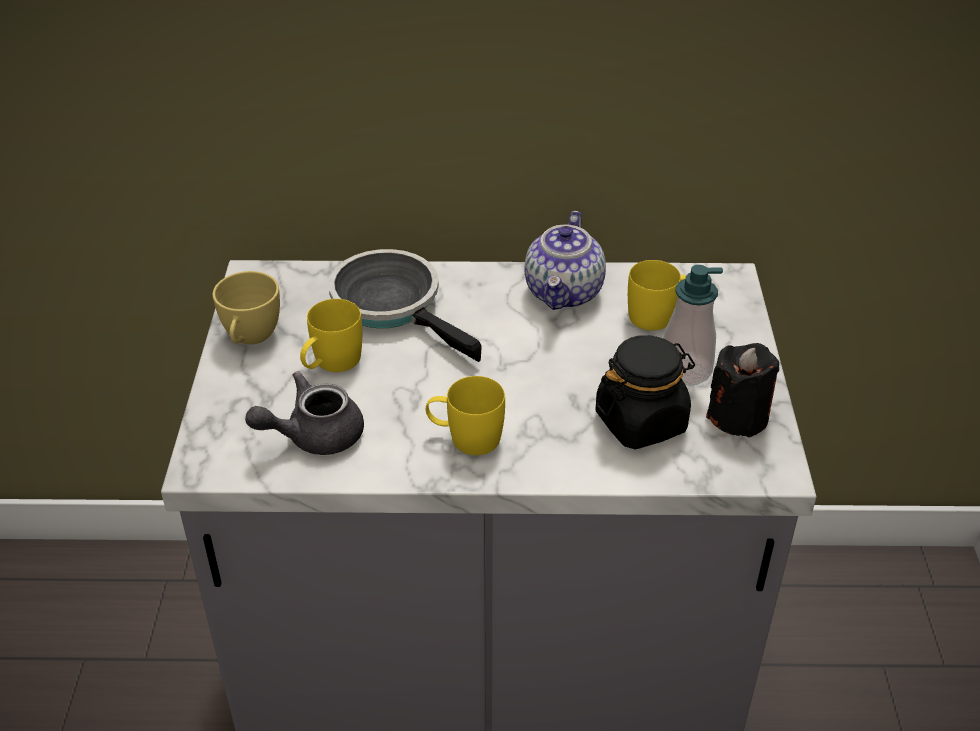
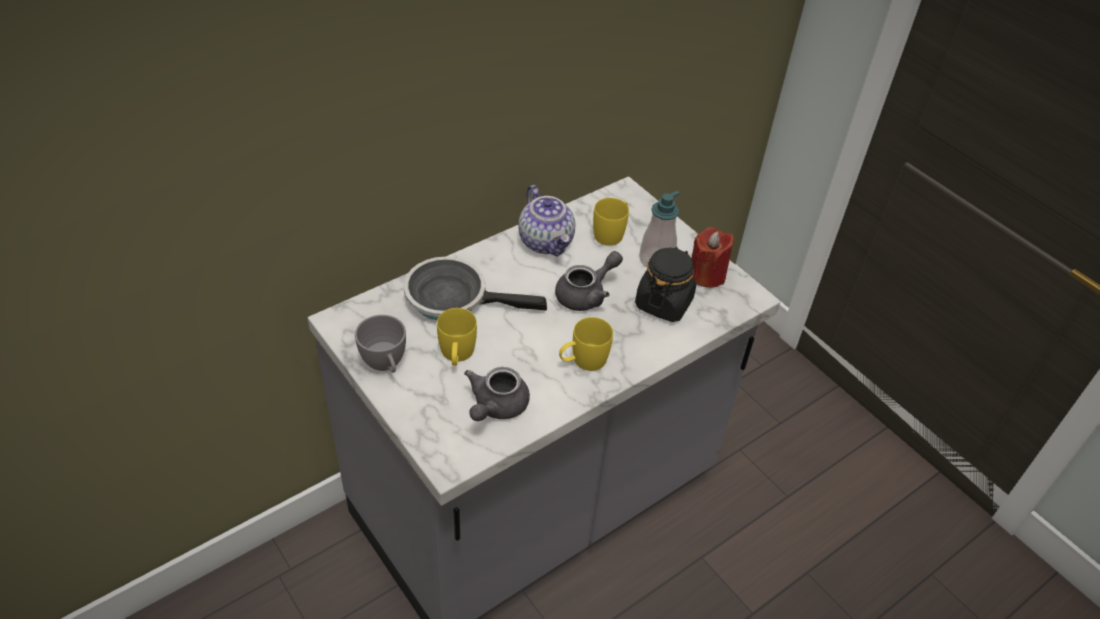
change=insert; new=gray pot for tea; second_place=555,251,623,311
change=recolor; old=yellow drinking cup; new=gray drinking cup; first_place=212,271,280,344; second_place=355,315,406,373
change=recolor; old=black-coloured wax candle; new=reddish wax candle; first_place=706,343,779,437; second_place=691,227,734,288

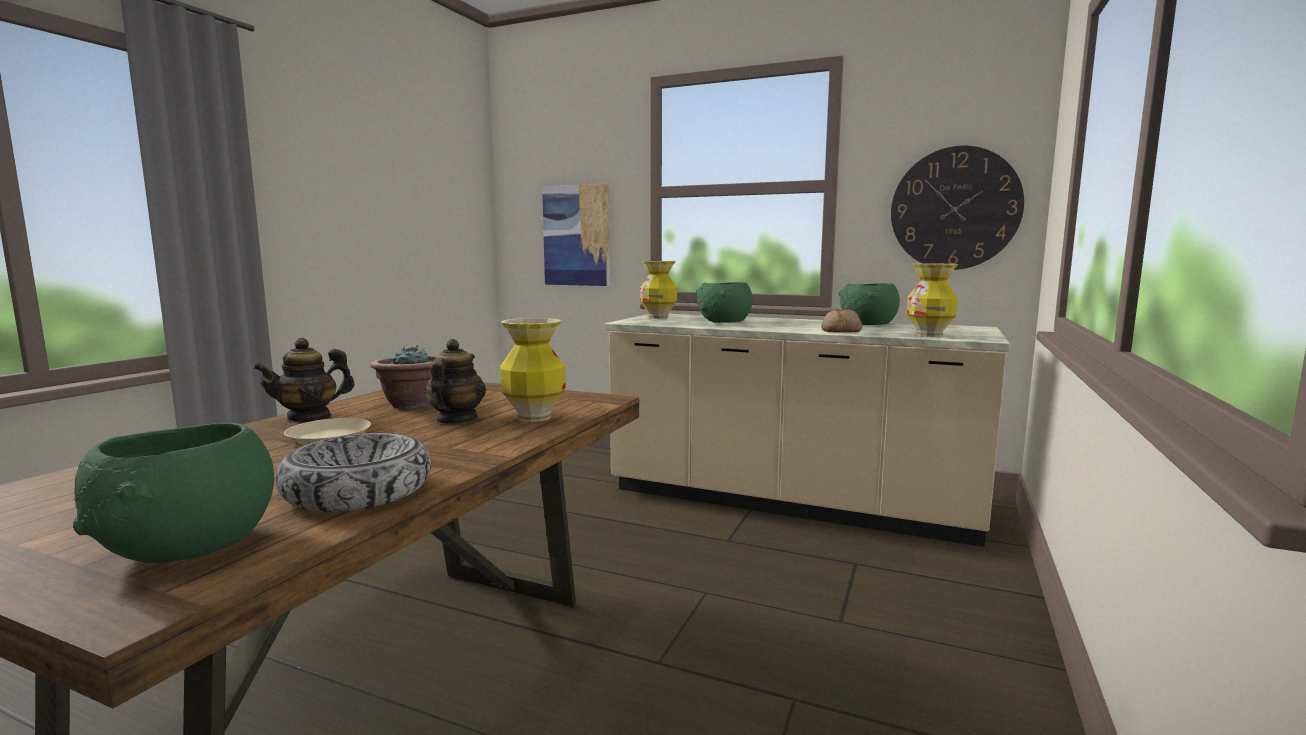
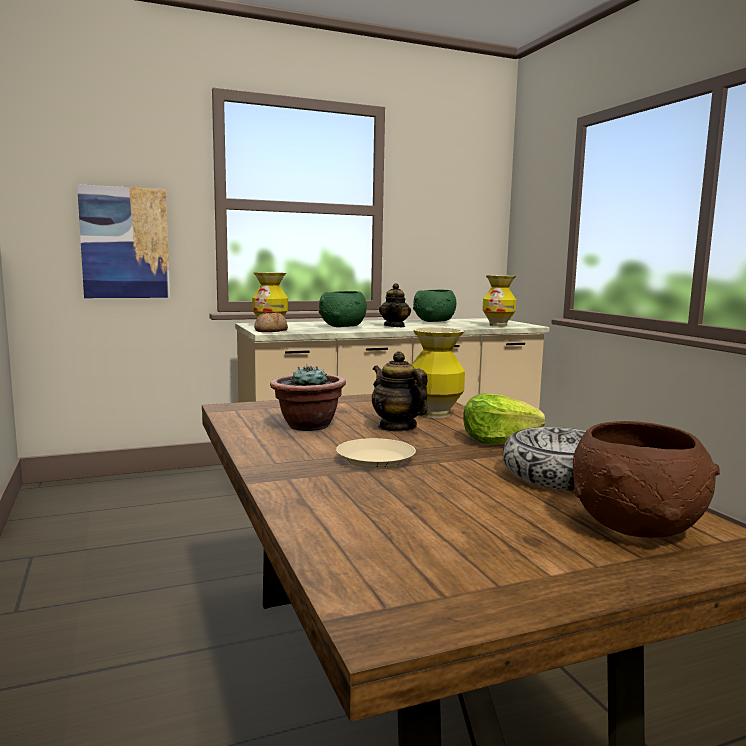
change=delete; old=hanging clock; first_place=891,145,1024,270
change=insert; new=lettuce head; second_place=463,393,545,445
change=move; old=pot for tea; first_place=253,338,355,423; second_place=379,283,411,327
change=move; old=baked bread; first_place=821,309,862,332; second_place=254,312,288,332
change=recolor; old=green bowl; new=brownish bowl; first_place=73,423,274,563; second_place=573,421,720,538

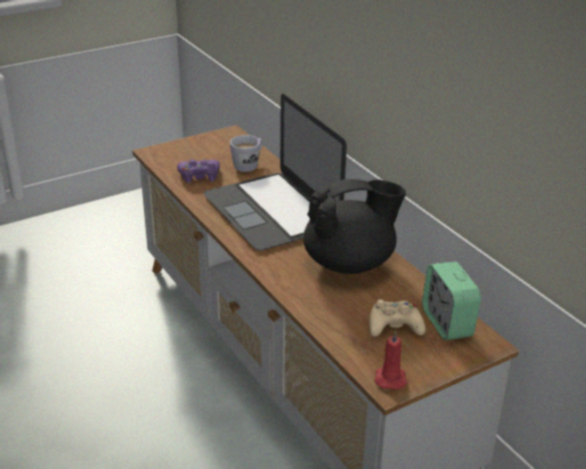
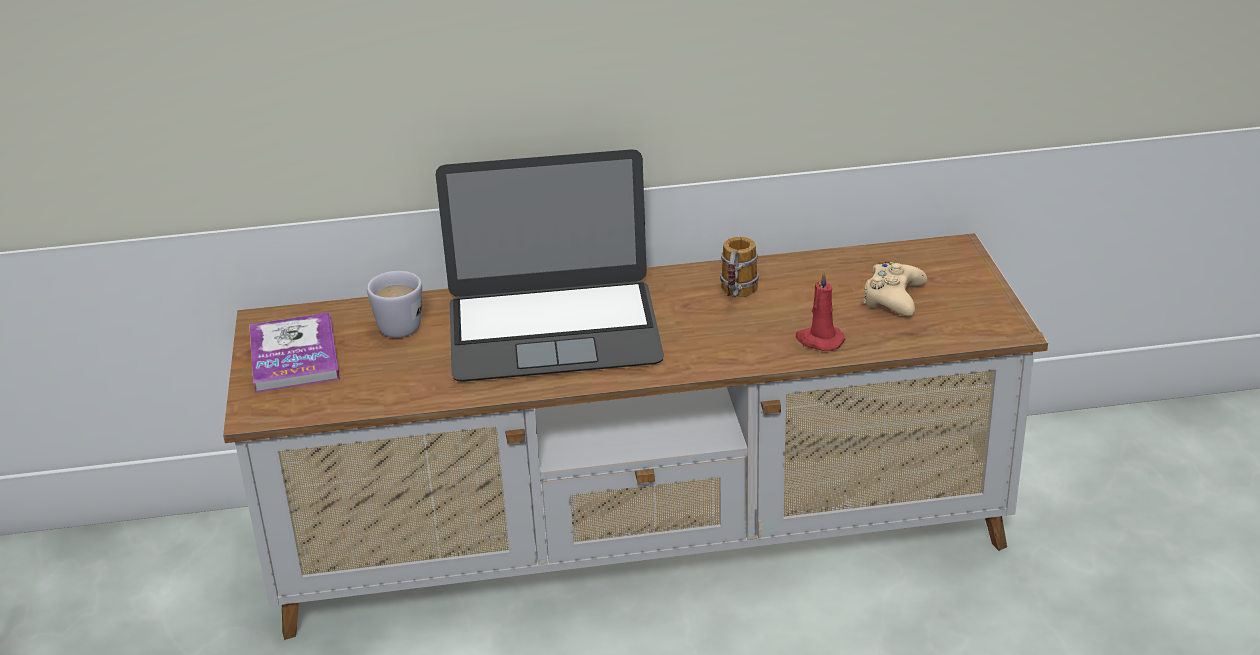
change=delete; old=purple gamepad; first_place=177,159,220,183
change=delete; old=bedside clock; first_place=422,261,481,340
change=insert; new=bound book; second_place=249,312,340,393
change=move; old=reddish wax candle; first_place=374,329,407,390; second_place=796,270,845,351
change=replace; old=black-coloured pot for tea; new=tea mug; first_place=303,179,406,274; second_place=720,237,759,297

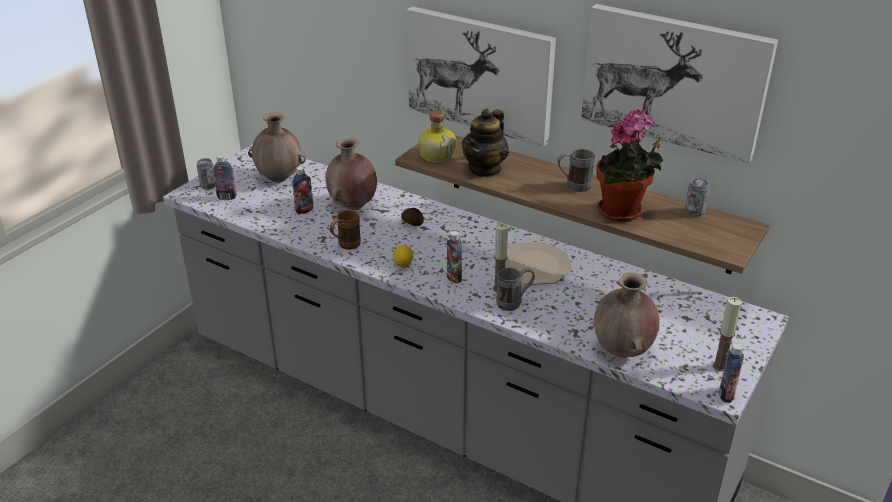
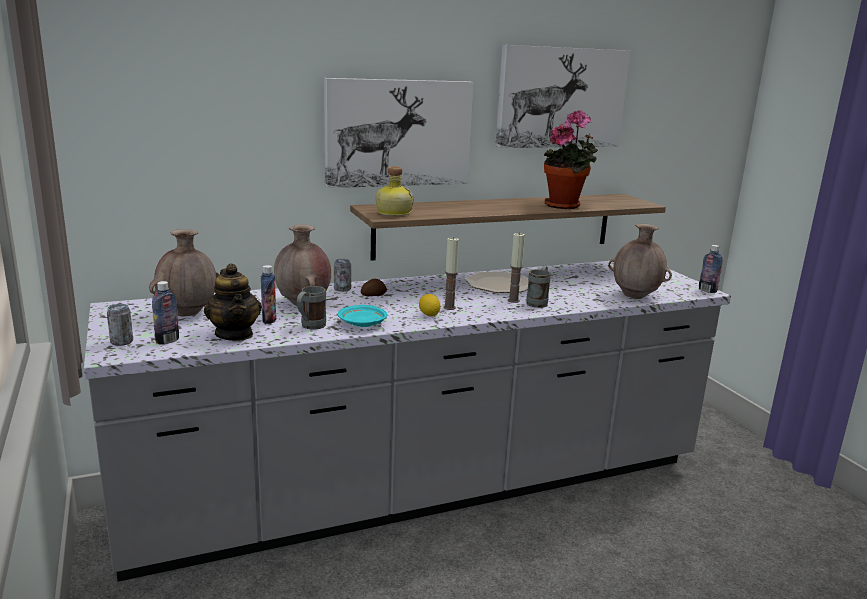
change=delete; old=drink bottle; first_place=447,231,462,284
change=move; old=pot for tea; first_place=462,108,509,177; second_place=204,263,262,341
change=move; old=gray tea mug; first_place=557,149,595,192; second_place=297,286,326,329
change=move; old=can; first_place=685,178,710,217; second_place=334,259,351,292
change=move; old=wax candle; first_place=712,297,742,371; second_place=443,237,459,310
change=replace; old=brownish tea mug; new=turquoise-coloured dinner plate; first_place=330,210,361,250; second_place=338,305,388,327

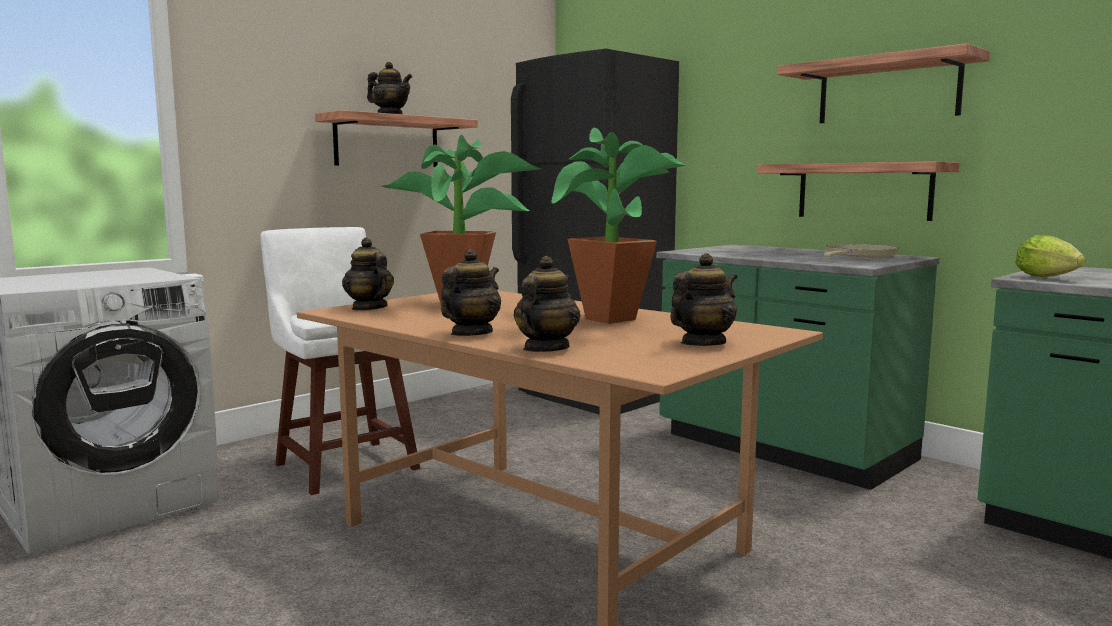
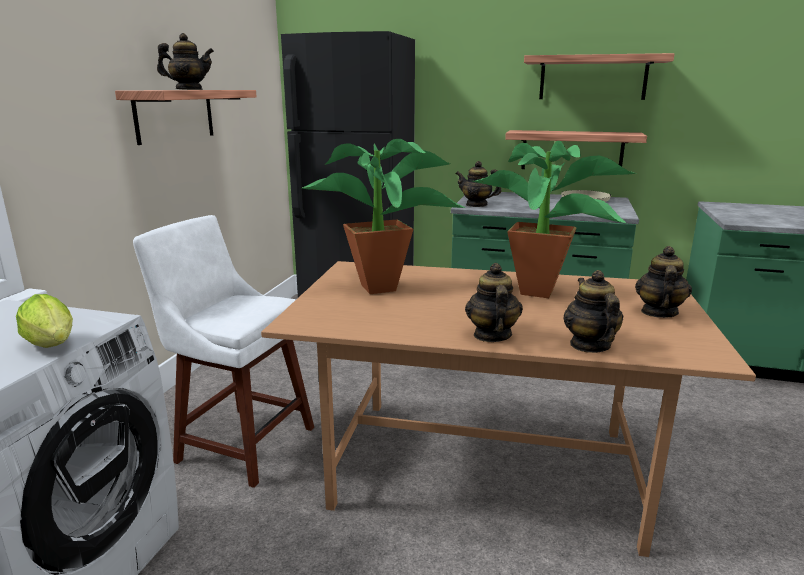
change=move; old=pot for tea; first_place=342,238,394,311; second_place=456,161,501,207
change=move; old=lettuce head; first_place=1015,235,1086,277; second_place=16,294,73,348

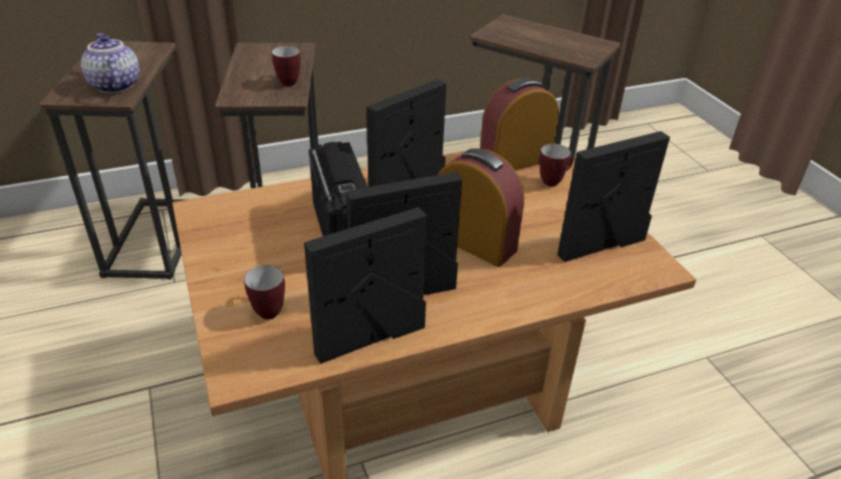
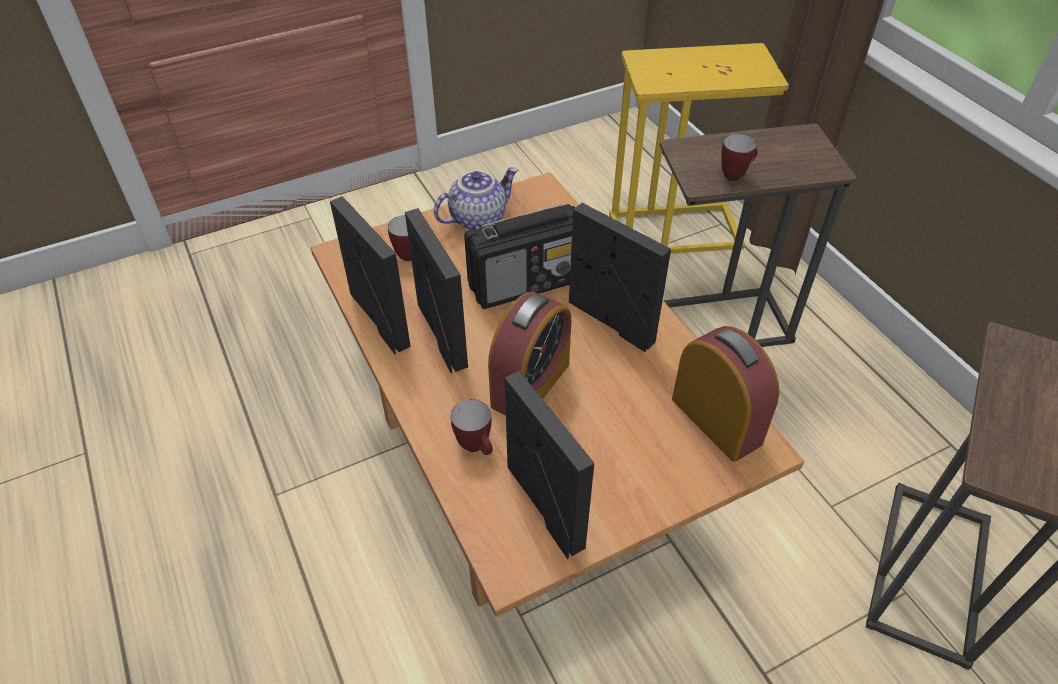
change=move; old=pot for tea; first_place=81,33,140,93; second_place=434,167,518,230
change=move; old=tea mug; first_place=539,144,573,187; second_place=451,399,493,455
change=recolor; old=brownish accent table; new=yellow accent table; first_place=40,41,188,279; second_place=609,43,789,254

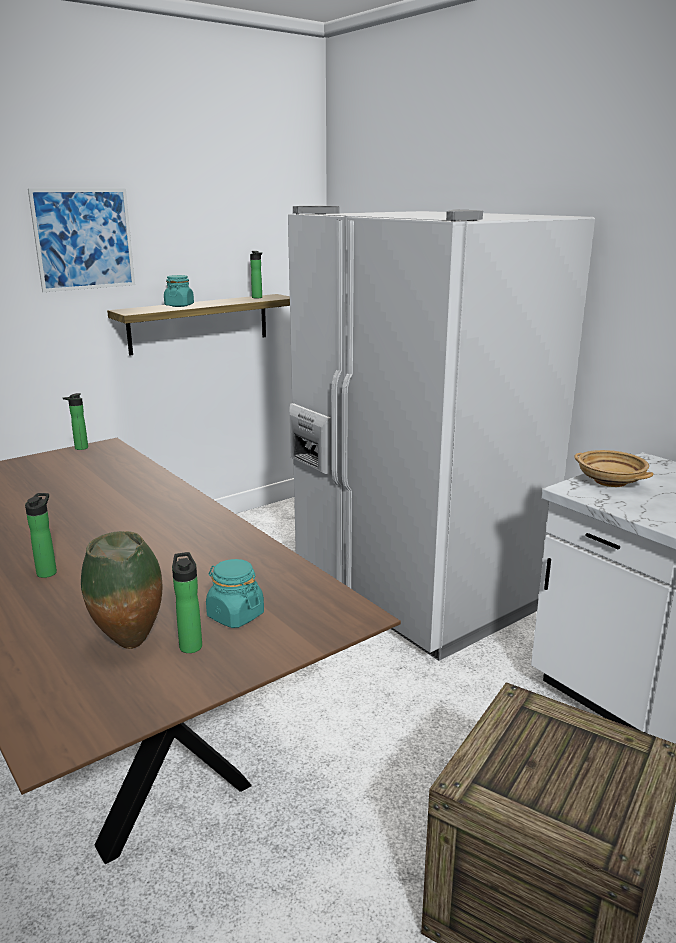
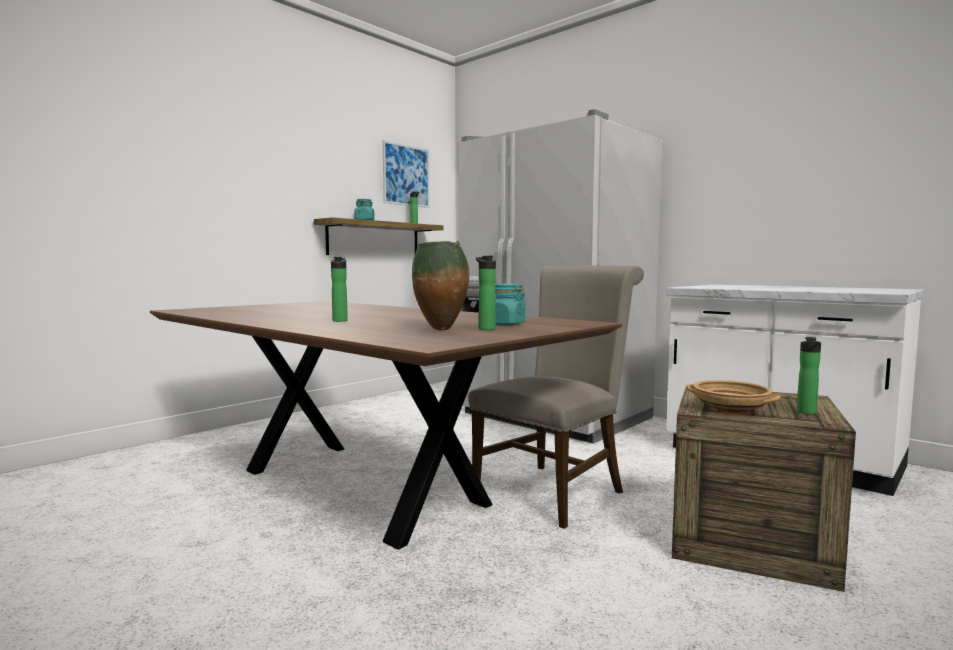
change=insert; new=beige-coloured chair; second_place=468,266,644,529
change=move; old=wall picture; first_place=28,188,135,292; second_place=383,140,429,208
change=move; old=drink bottle; first_place=63,393,88,450; second_place=797,337,821,414
change=move; old=beige-coloured bowl; first_place=574,450,653,487; second_place=687,380,781,415

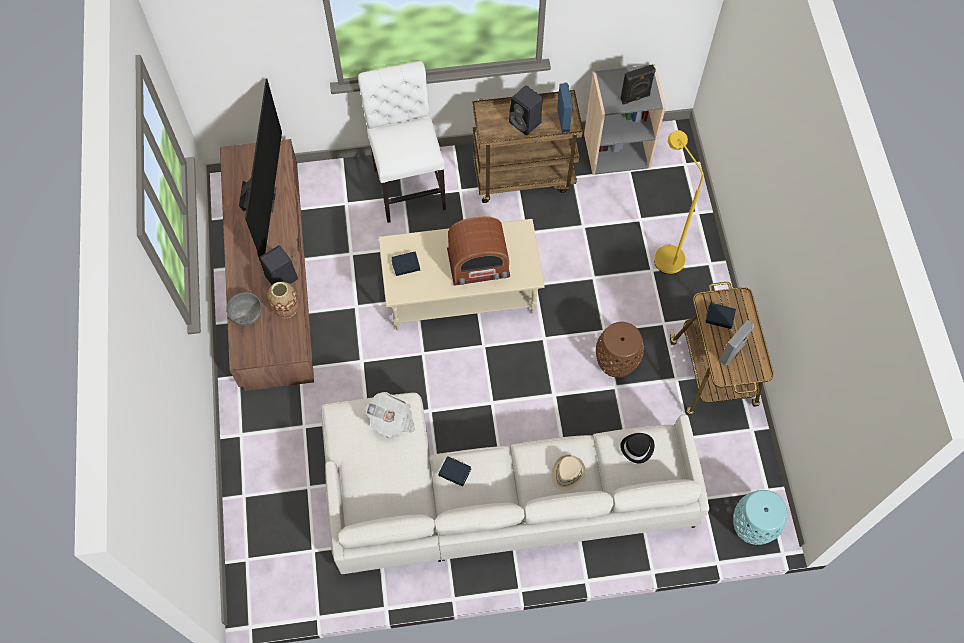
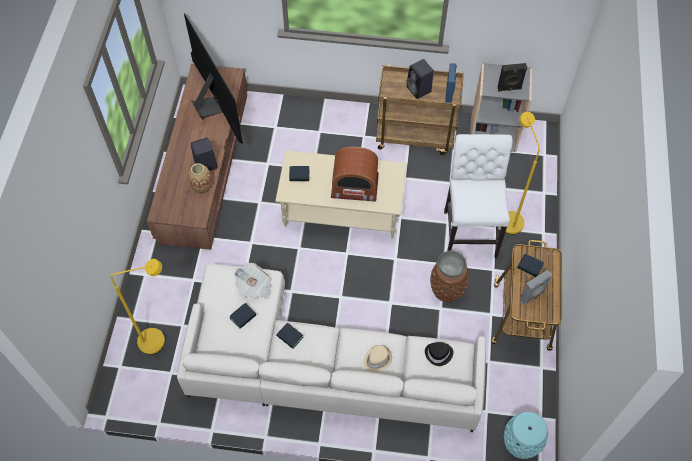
change=insert; new=yellow standing lamp; second_place=110,259,165,355
change=insert; new=bound book; second_place=230,303,256,329
change=move; old=gray bowl; first_place=226,292,262,326; second_place=438,250,467,277
change=move; old=white sitting stool; first_place=358,61,446,223; second_place=444,134,513,258
change=rotate; old=television; first_place=239,79,282,262; second_place=184,13,243,144; degrees=-45

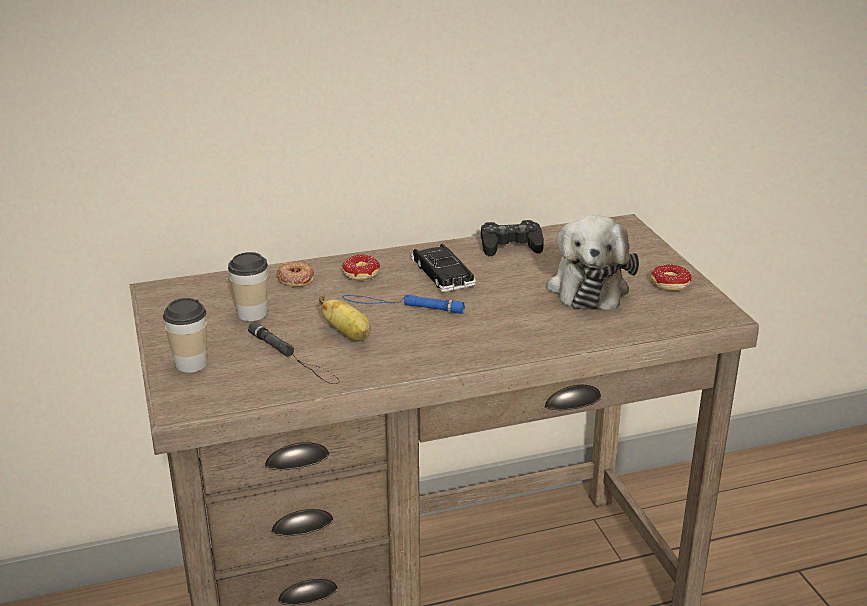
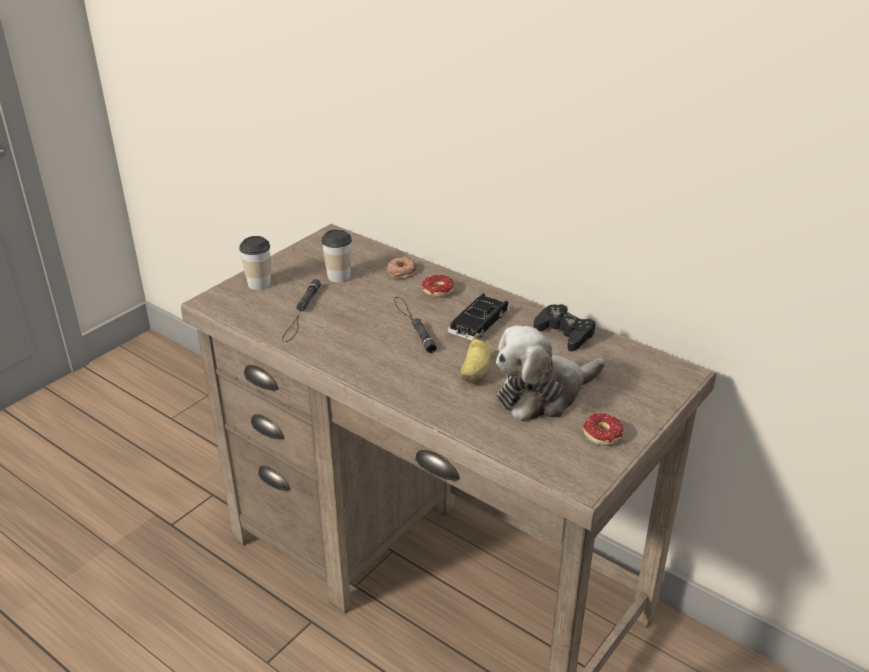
change=move; old=banana fruit; first_place=319,295,371,341; second_place=461,333,491,383
change=recolor; old=bluish flashlight; new=black-coloured flashlight; first_place=342,295,465,314; second_place=394,297,437,354

